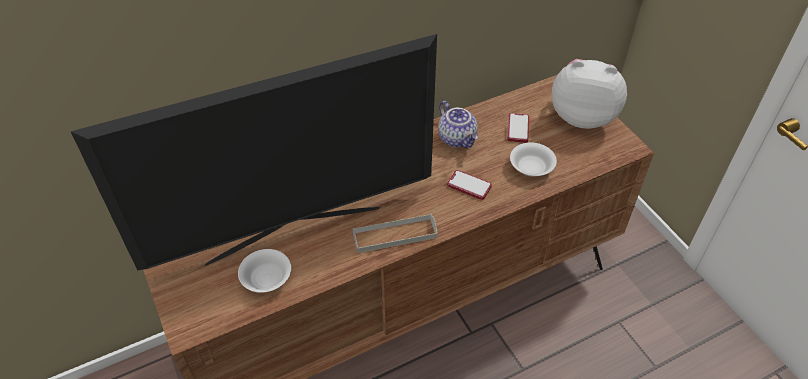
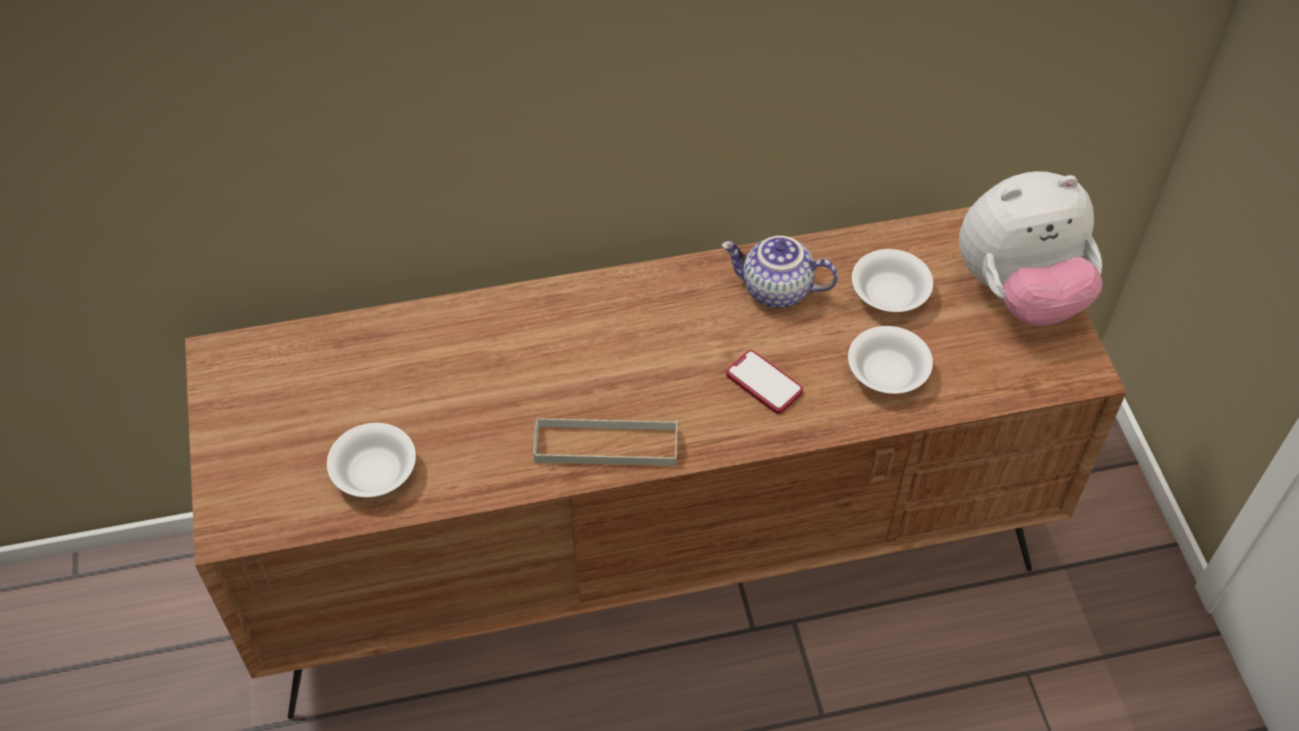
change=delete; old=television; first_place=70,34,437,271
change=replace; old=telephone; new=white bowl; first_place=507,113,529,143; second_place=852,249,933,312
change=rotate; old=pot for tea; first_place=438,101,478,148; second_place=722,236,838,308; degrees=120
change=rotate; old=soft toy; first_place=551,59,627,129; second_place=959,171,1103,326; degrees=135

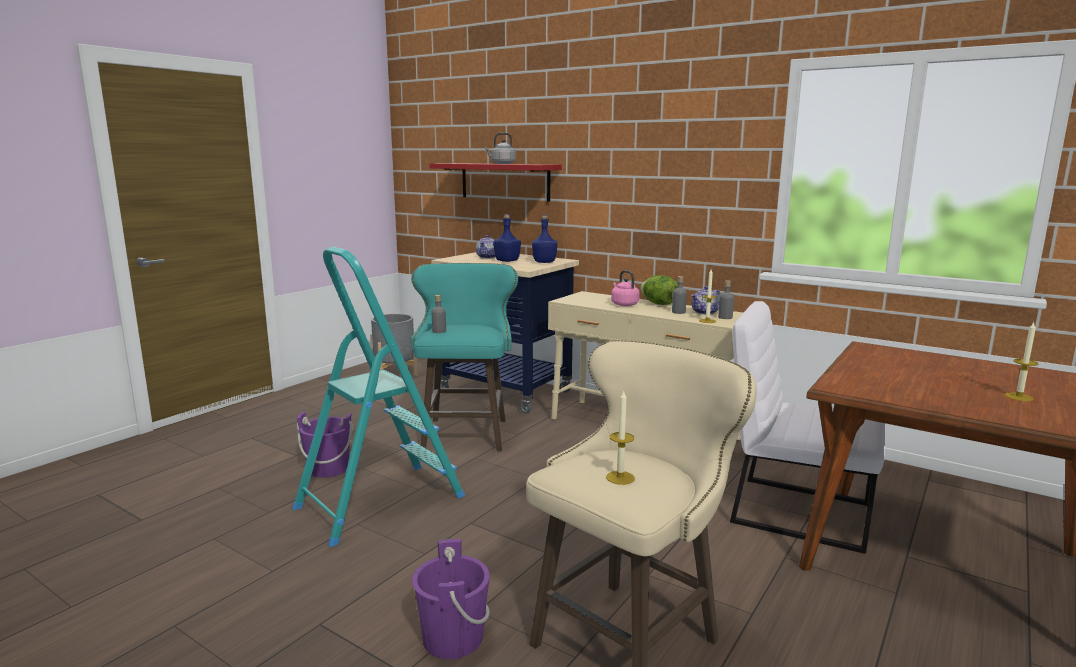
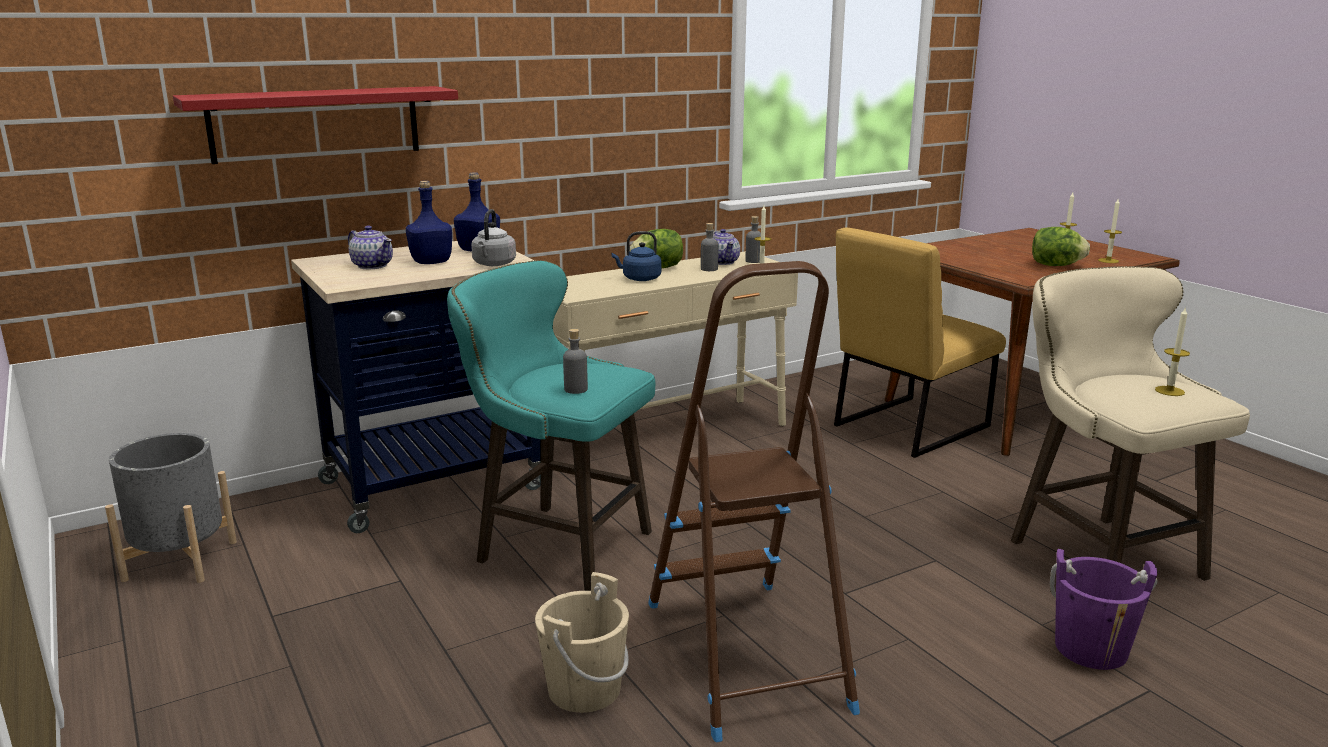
change=insert; new=lettuce head; second_place=1032,227,1090,266
change=insert; new=wax candle; second_place=1098,199,1122,263
change=move; old=gray tea kettle; first_place=484,133,516,164; second_place=471,209,516,266
change=recolor; old=turquoise-coloured step stool; new=brownish step stool; first_place=292,247,465,547; second_place=648,261,860,742
change=recolor; old=purple pail; new=beige-coloured pail; first_place=297,412,352,478; second_place=535,572,629,713
change=recolor; old=pink tea kettle; new=bluish tea kettle; first_place=611,270,640,306; second_place=611,231,661,281
change=recolor; old=white chair; new=yellow chair; first_place=730,301,885,554; second_place=834,228,1006,458

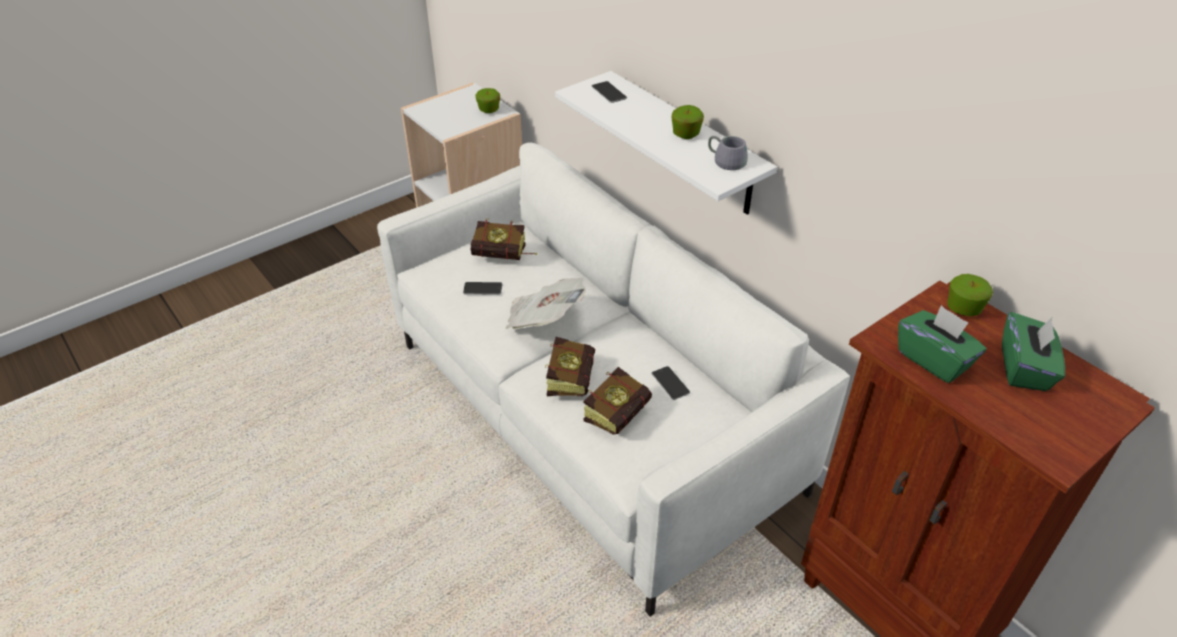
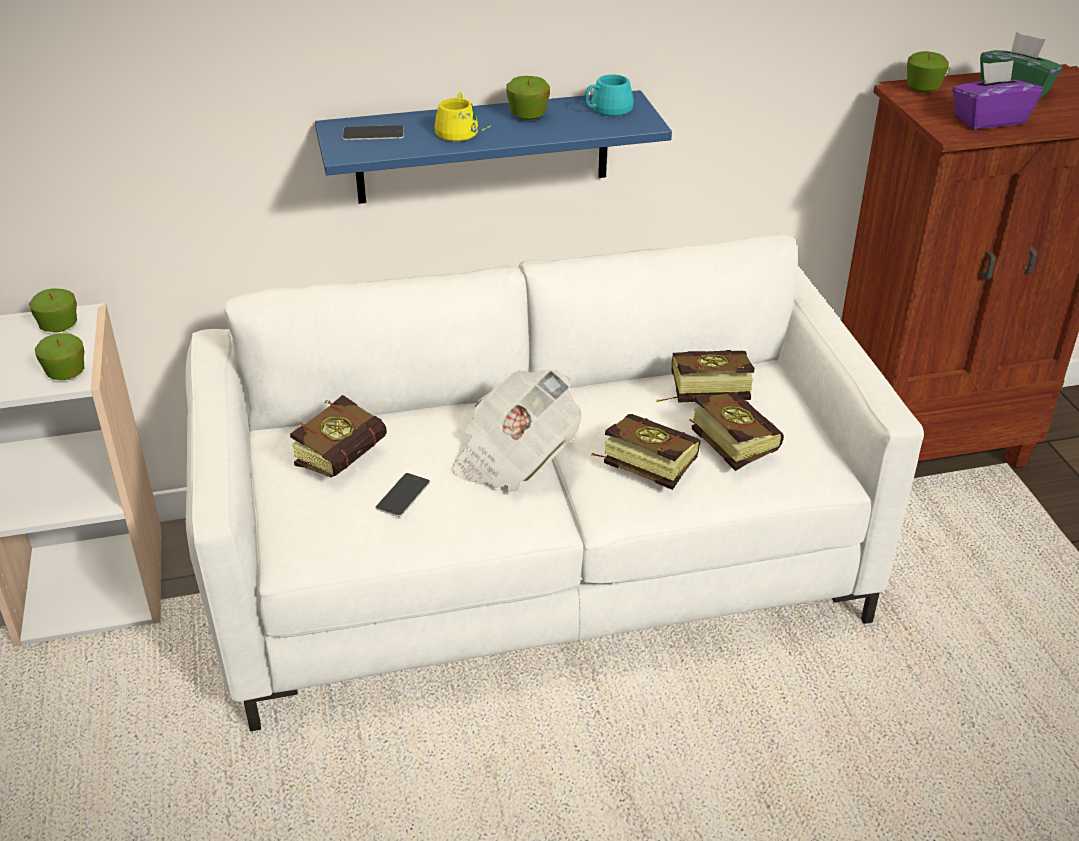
change=insert; new=apple; second_place=35,333,84,380
change=insert; new=yellow tea mug; second_place=435,92,491,141
change=replace; old=telephone; new=bound book; first_place=652,366,690,400; second_place=656,350,755,403
change=recolor; old=white bracket shelf; new=bluish bracket shelf; first_place=555,71,777,215; second_place=315,90,672,204
change=recolor; old=gray tea mug; new=turquoise-coloured tea mug; first_place=708,136,748,170; second_place=581,74,633,116
change=recolor; old=green tissue holder; new=purple tissue holder; first_place=898,305,987,383; second_place=952,60,1043,129

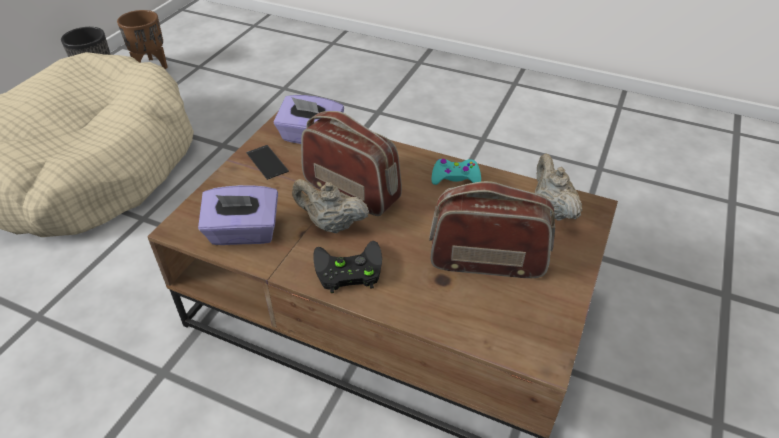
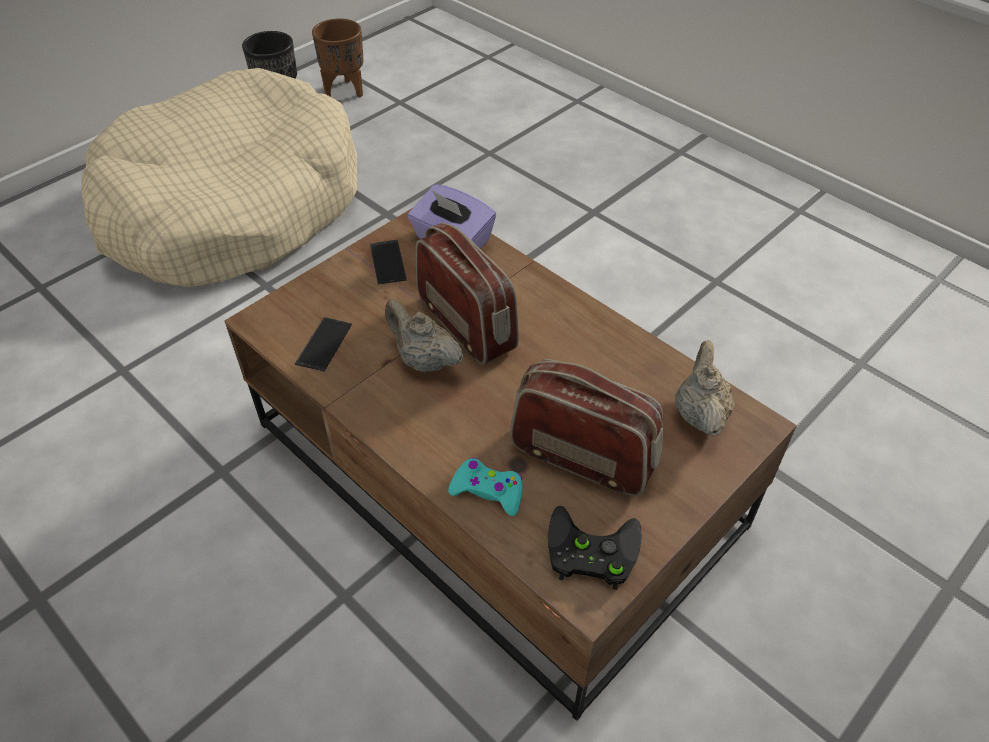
change=move; old=black-coloured gamepad; first_place=313,241,382,293; second_place=548,506,641,590
change=move; old=turquoise-coloured gamepad; first_place=432,159,481,185; second_place=448,458,522,516
change=replace; old=purple tissue holder; new=telephone; first_place=198,185,278,245; second_place=295,317,352,372

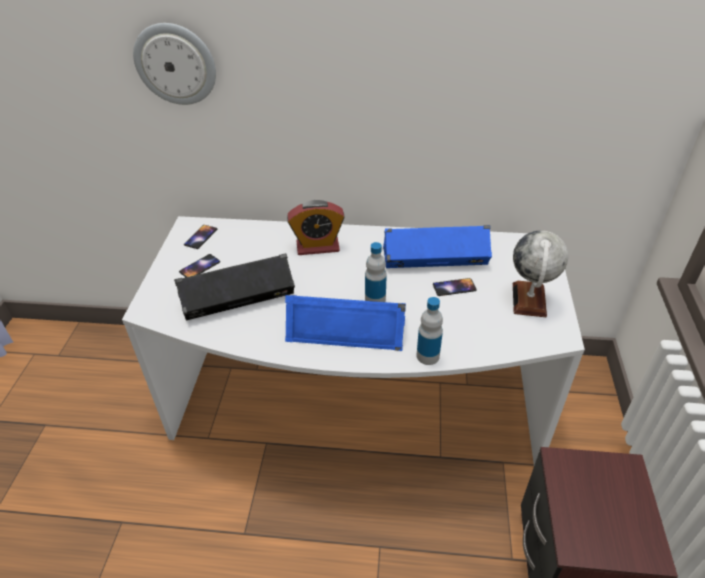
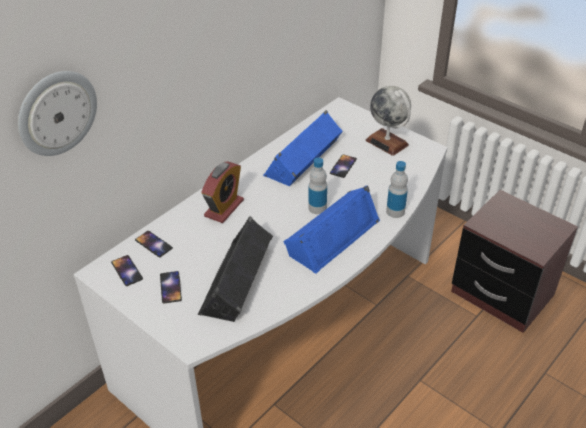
change=insert; new=telephone; second_place=135,231,173,257

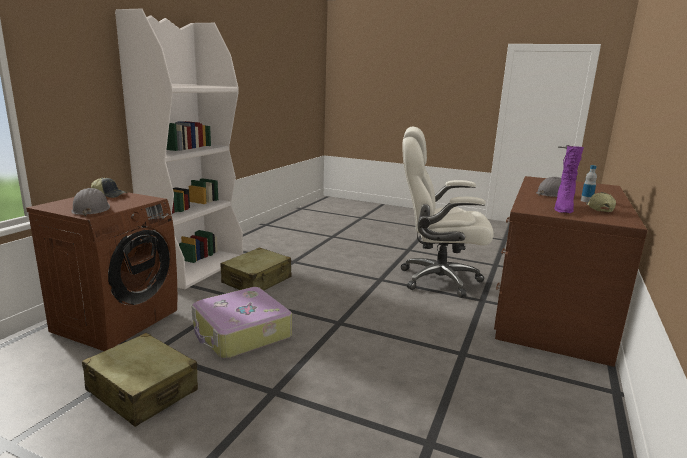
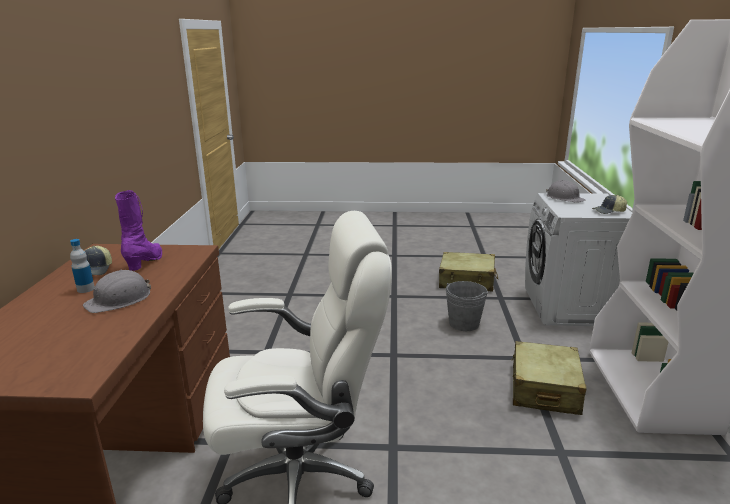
change=replace; old=suitcase; new=gray pail; first_place=191,287,292,359; second_place=446,281,488,331
change=recolor; old=brownish laundry appliance; new=white laundry appliance; first_place=26,192,177,351; second_place=525,193,632,326

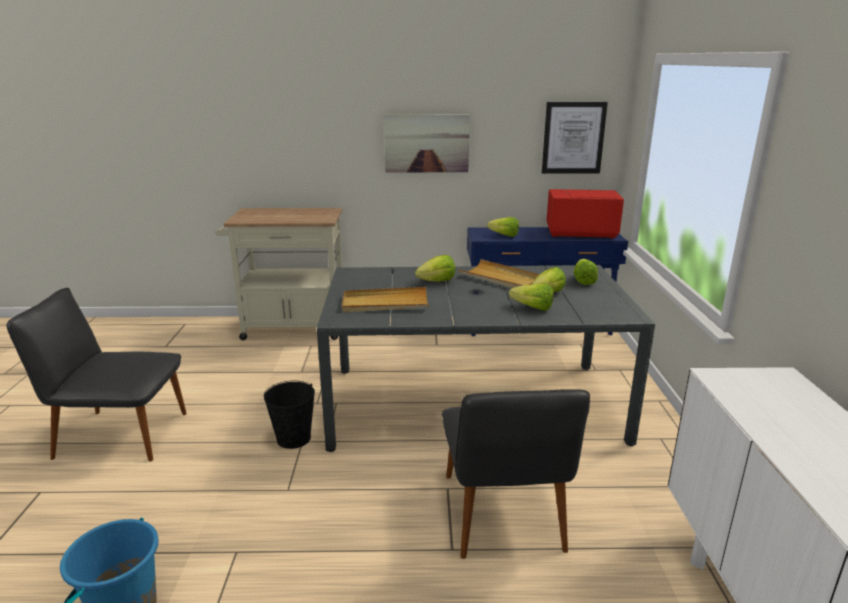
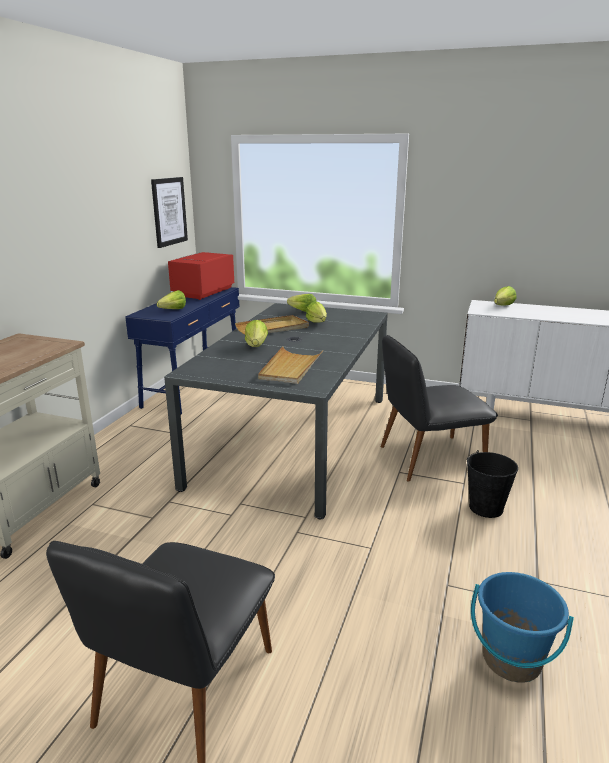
change=delete; old=wall picture; first_place=384,115,470,172
change=move; old=black-coloured pail; first_place=264,380,315,449; second_place=467,450,518,518
change=move; old=lettuce head; first_place=509,284,554,311; second_place=494,286,516,306
change=rotate; old=black-coloured chair; first_place=442,389,590,559; second_place=381,335,498,482; degrees=150

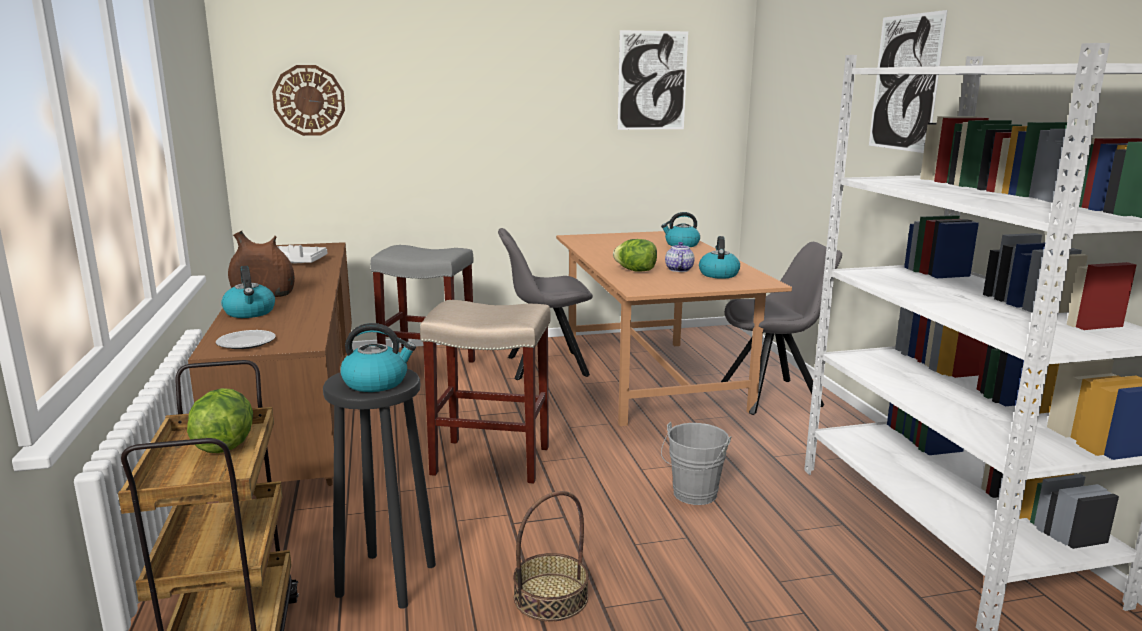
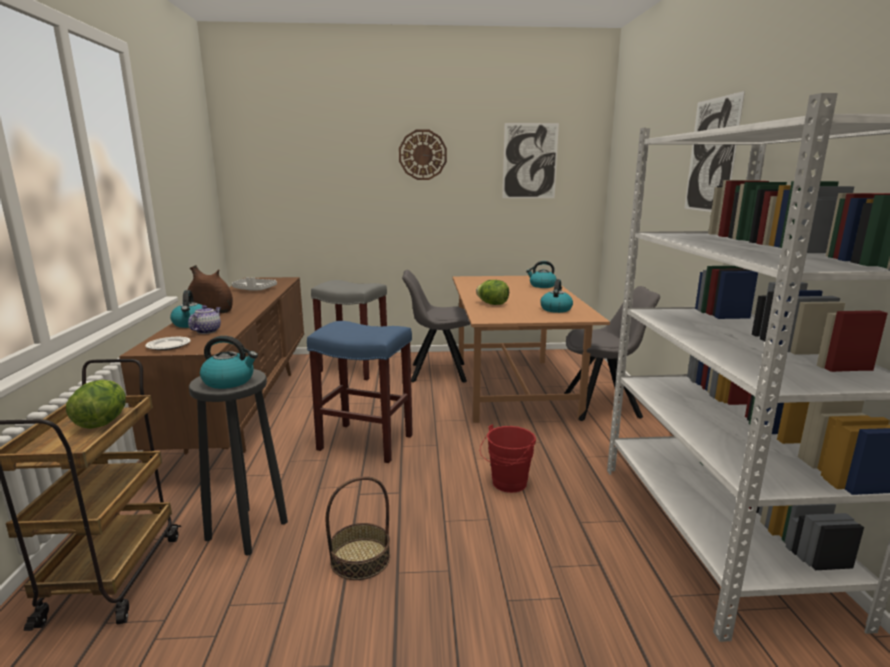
change=move; old=hanging clock; first_place=272,65,345,136; second_place=399,129,447,180
change=move; old=pot for tea; first_place=665,242,695,272; second_place=188,305,221,334
change=recolor; old=beige-coloured sitting stool; new=bluish sitting stool; first_place=420,300,551,484; second_place=307,321,413,463
change=recolor; old=gray pail; new=reddish pail; first_place=661,422,731,505; second_place=480,424,536,493

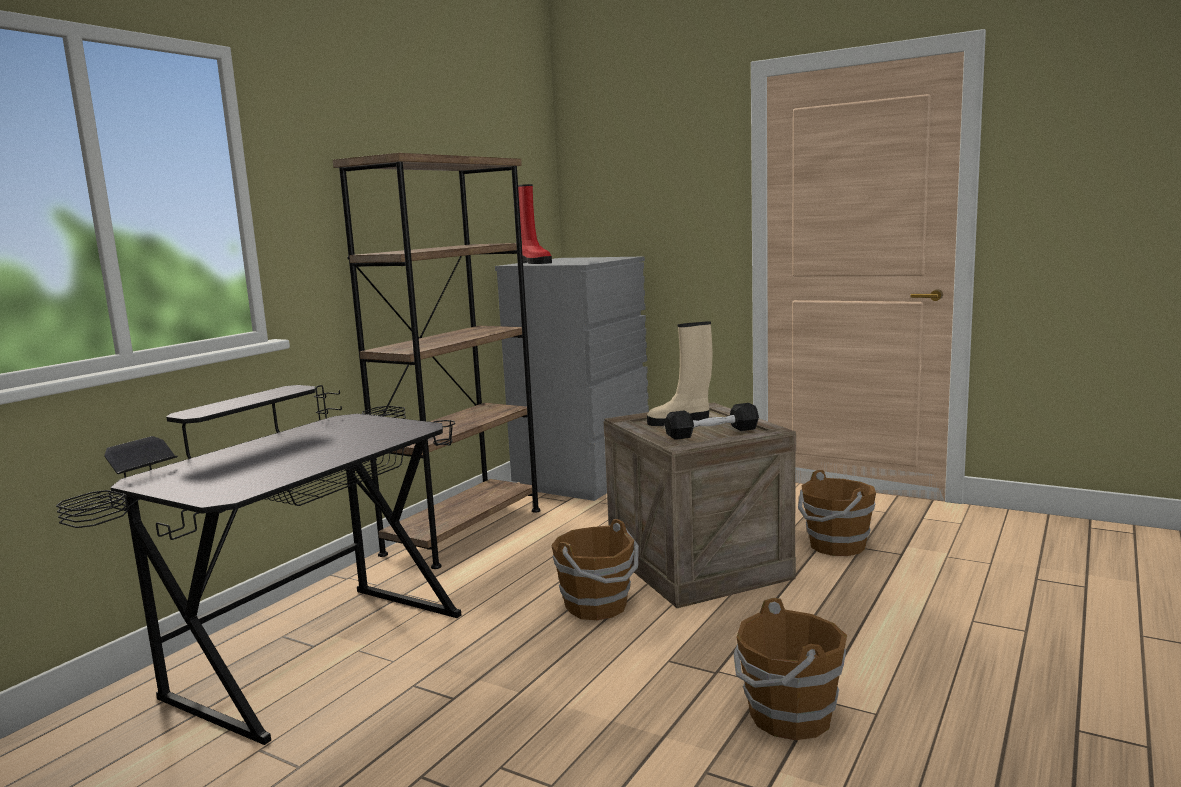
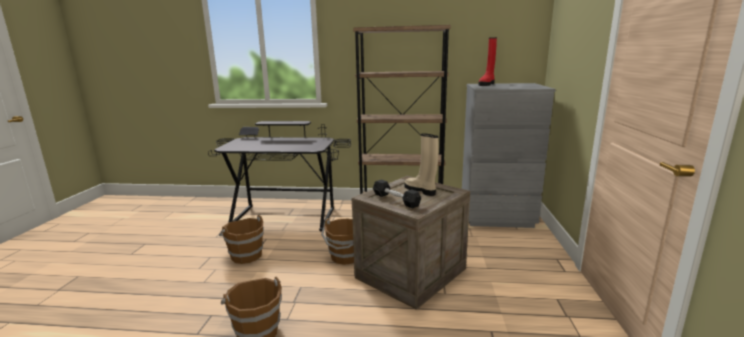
change=move; old=brownish pail; first_place=798,470,876,556; second_place=219,215,264,264

